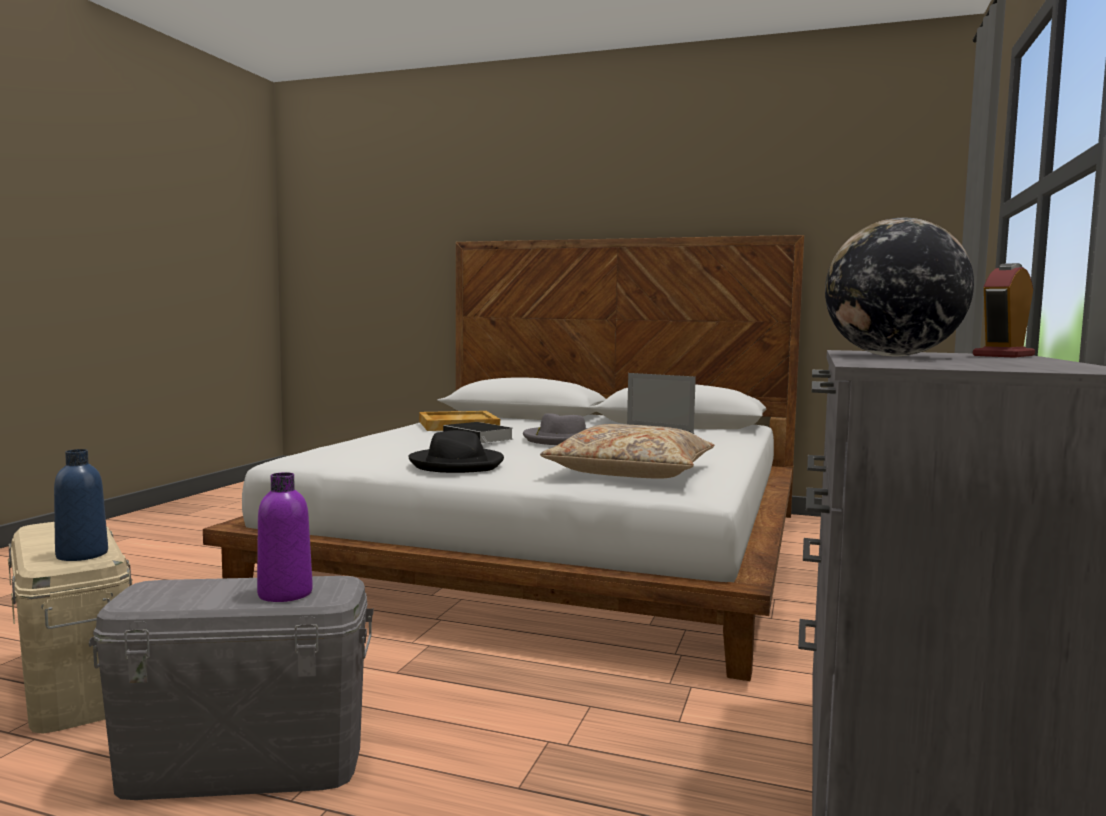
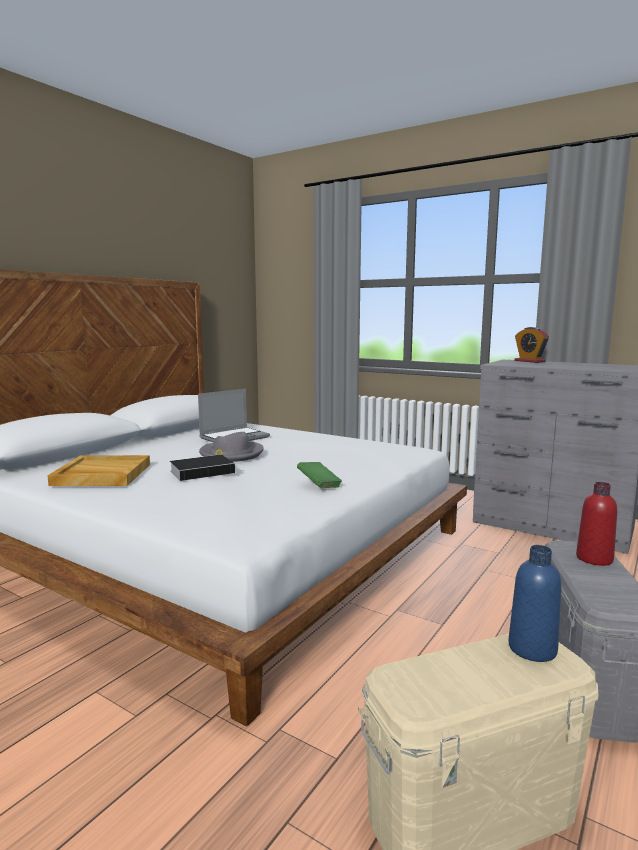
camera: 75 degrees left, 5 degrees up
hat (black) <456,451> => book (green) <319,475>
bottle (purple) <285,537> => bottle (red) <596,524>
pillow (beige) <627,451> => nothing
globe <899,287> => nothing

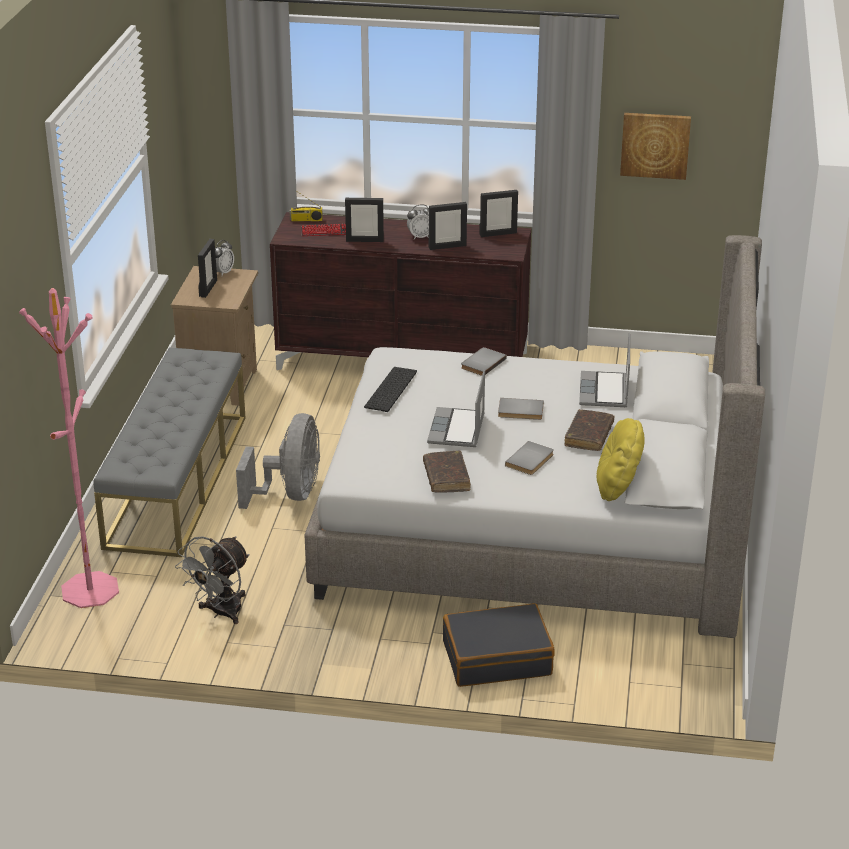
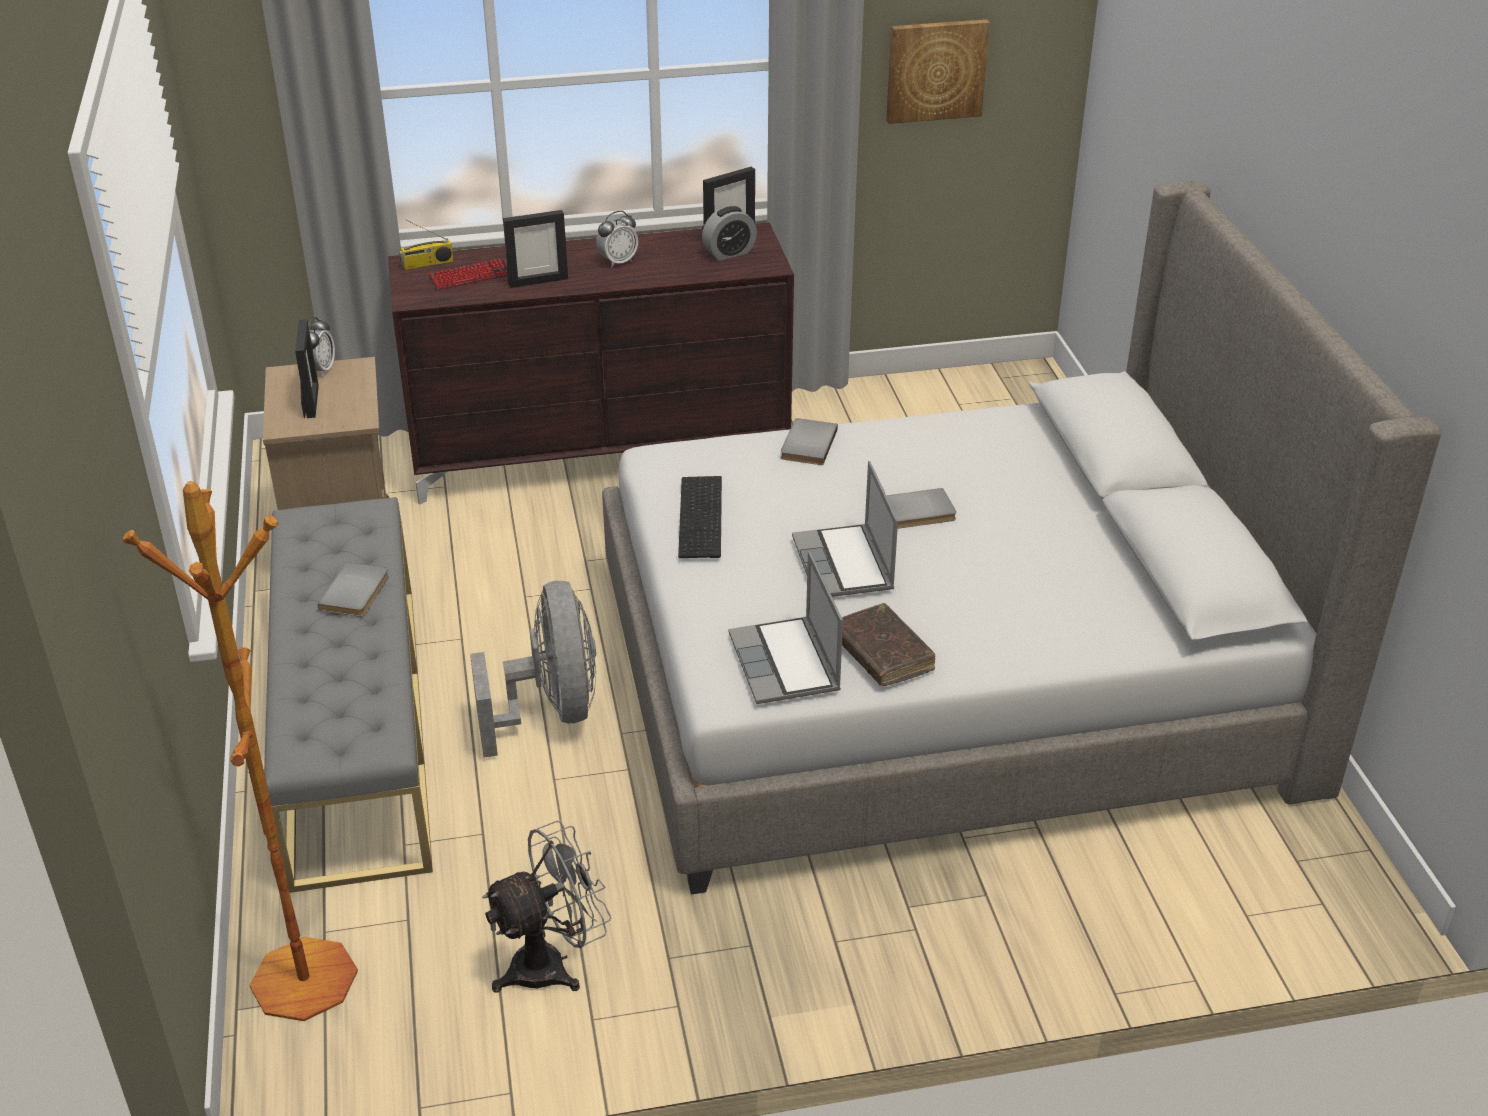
camera: 20 degrees left, 5 degrees up
clothes rack (pink) <69,448> => clothes rack (orange) <240,751>
book (grey) <529,458> => book (grey) <353,589>, moved
fan (grey) <212,580> => fan (grey) <546,906>, 135 degrees counterclockwise
nothing => alarm clock <729,233>
laptop <604,370> => laptop <785,627>, moved
picture frame <447,226> => nothing
suitcase (black) <498,645> => nothing
book (brown) <589,430> => nothing
pillow (yellow) <621,459> => nothing

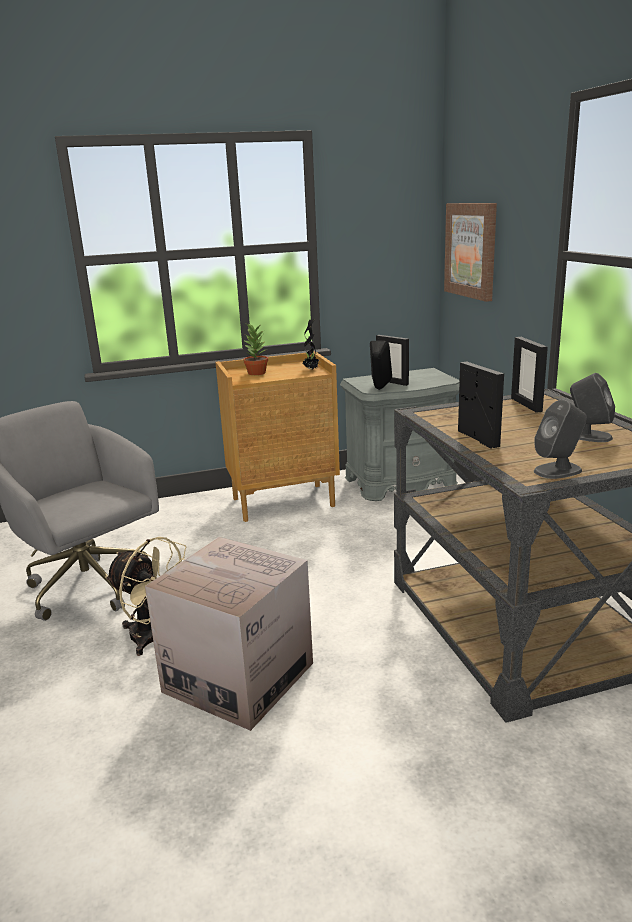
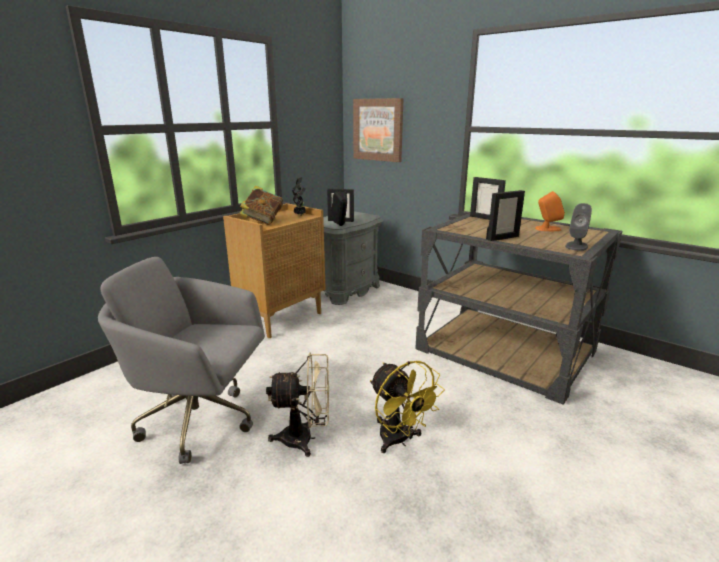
camera: 35 degrees left, 0 degrees up
potted plant <255,349> => book <261,205>
cardboard box <229,634> => fan (yellow) <407,407>
picture frame <481,405> => picture frame <505,215>, 120 degrees clockwise
speaker (grey) <592,407> => speaker (orange) <550,211>

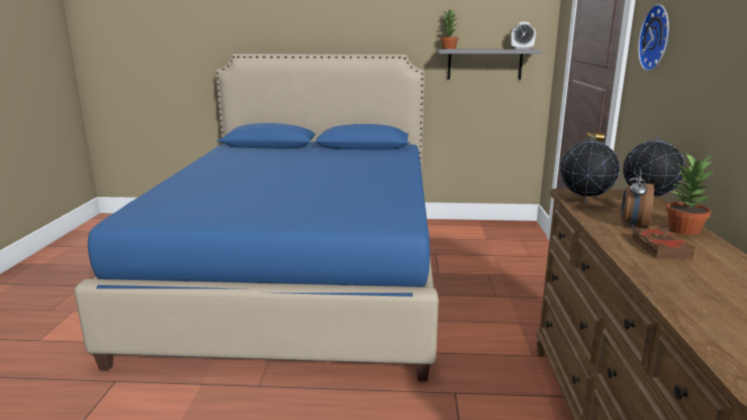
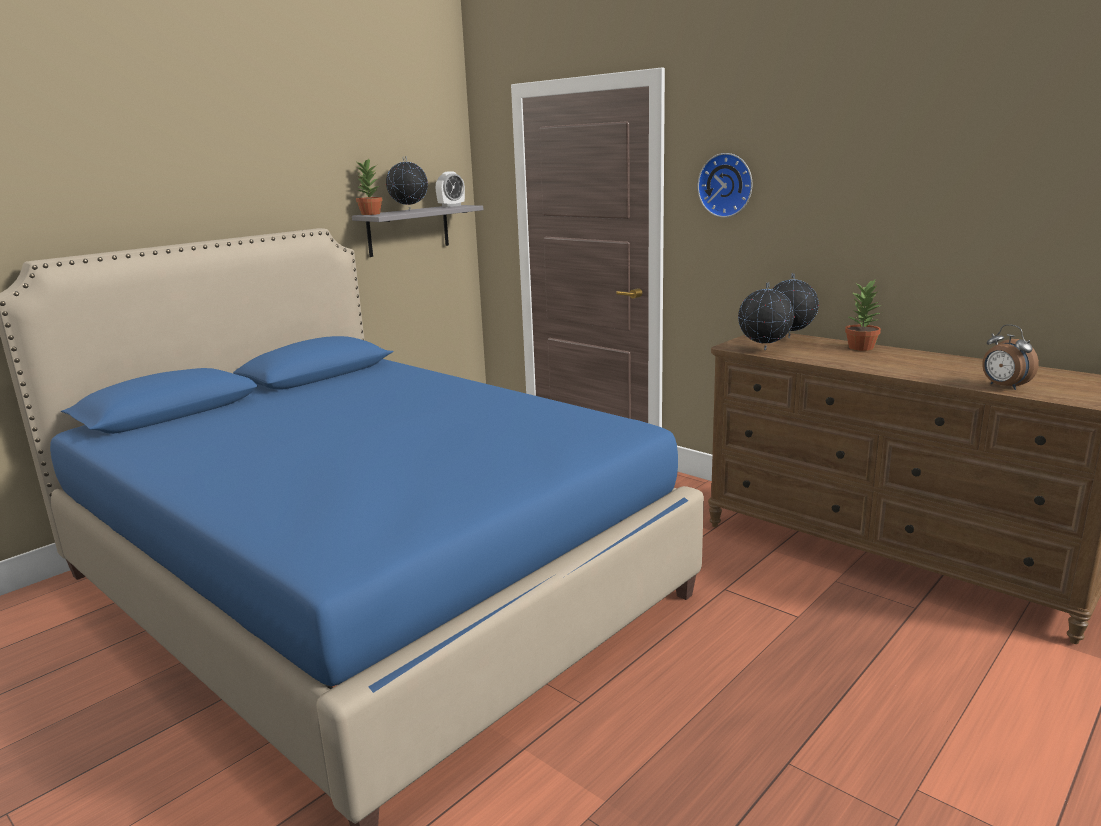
camera: 50 degrees left, 0 degrees up
nothing => globe <407,183>
alarm clock <637,198> => alarm clock <1010,357>, moved
book (brown) <663,243> => nothing

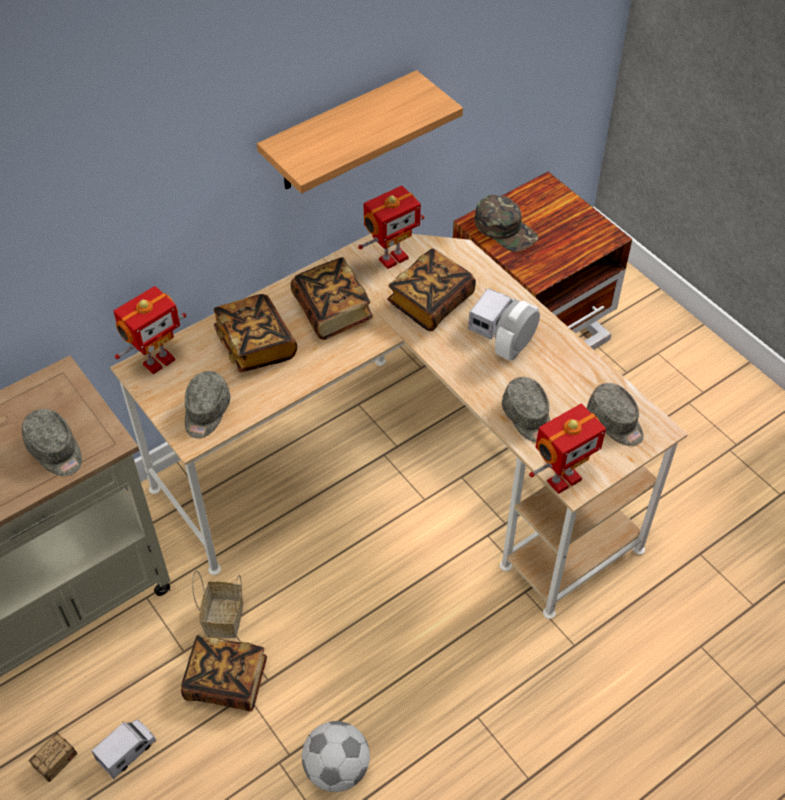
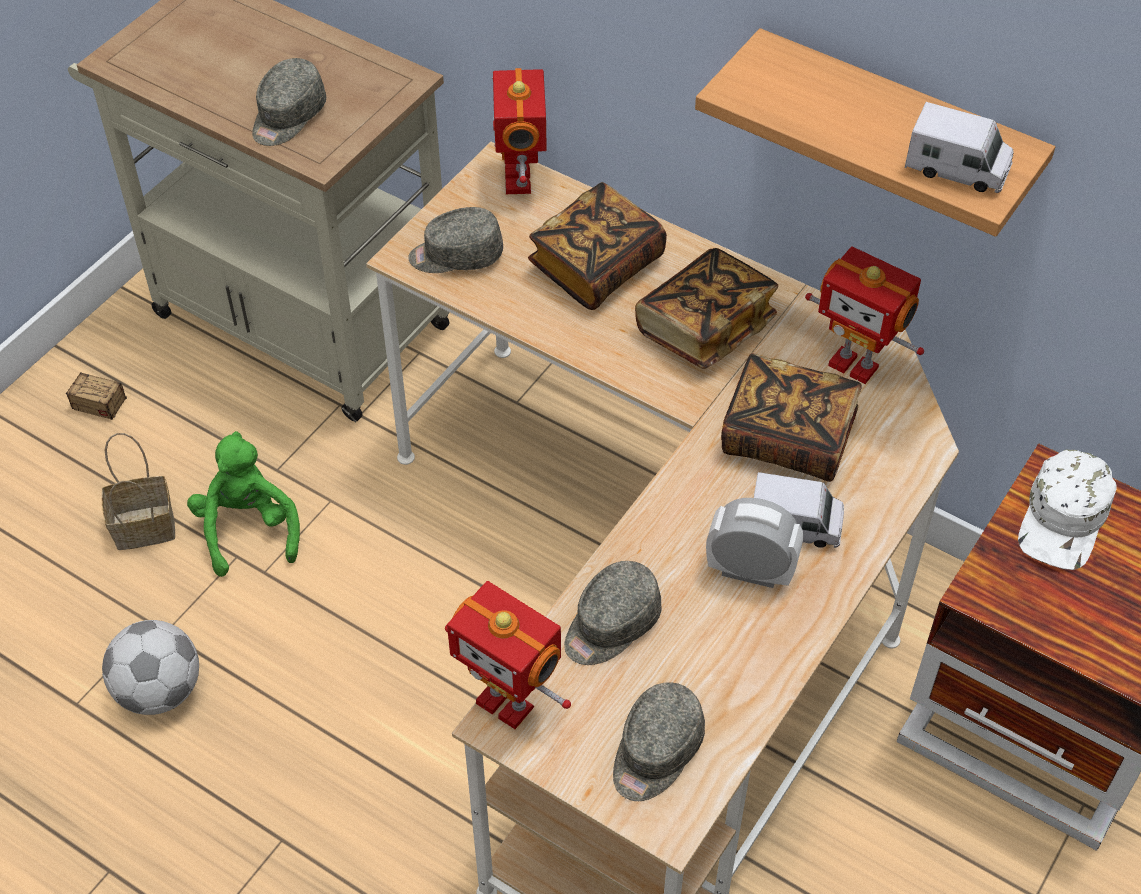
camera: 70 degrees right, 0 degrees up
basket <217,604> => basket <138,491>, moved
book <224,673> => plush toy (green) <243,504>
toy robot <149,330> => toy robot <519,131>, 60 degrees clockwise
toy truck <123,749> => toy truck <959,147>, moved
cap (green) <506,223> => cap (white) <1067,509>

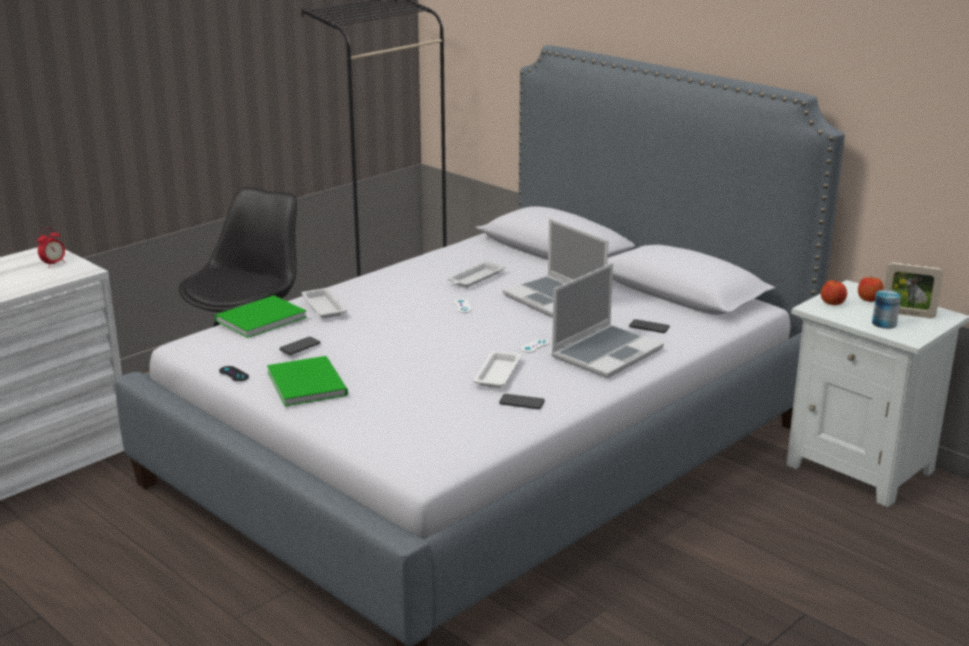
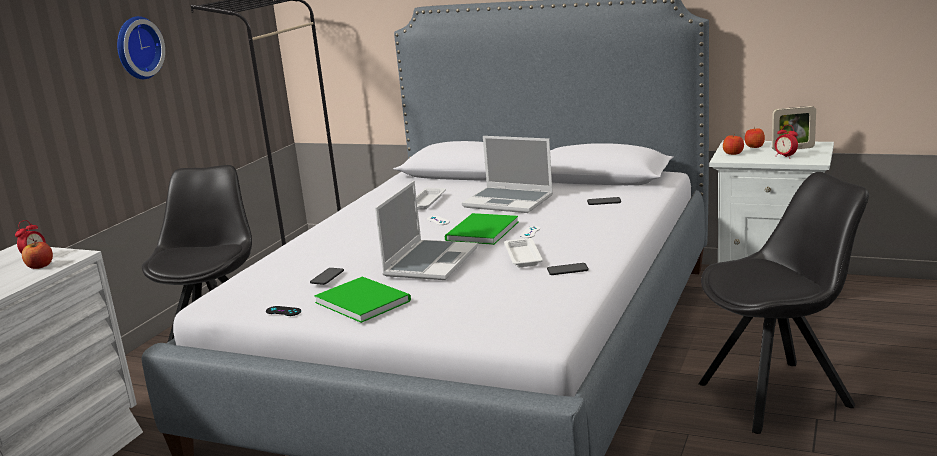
camera: 20 degrees left, 5 degrees down
nothing => apple <37,254>
nothing => wall clock <141,47>
laptop <607,320> => laptop <426,230>, moved
book (green) <261,316> => book (green) <481,229>, moved
nothing => chair (black) <783,303>
can <886,309> => alarm clock <786,142>
tray (white) <324,303> => nothing

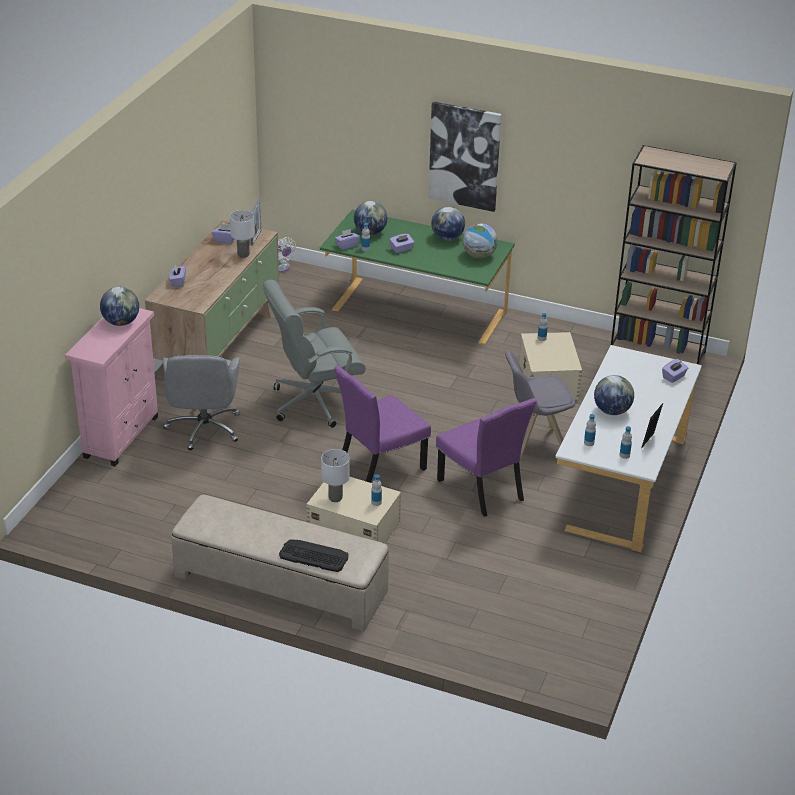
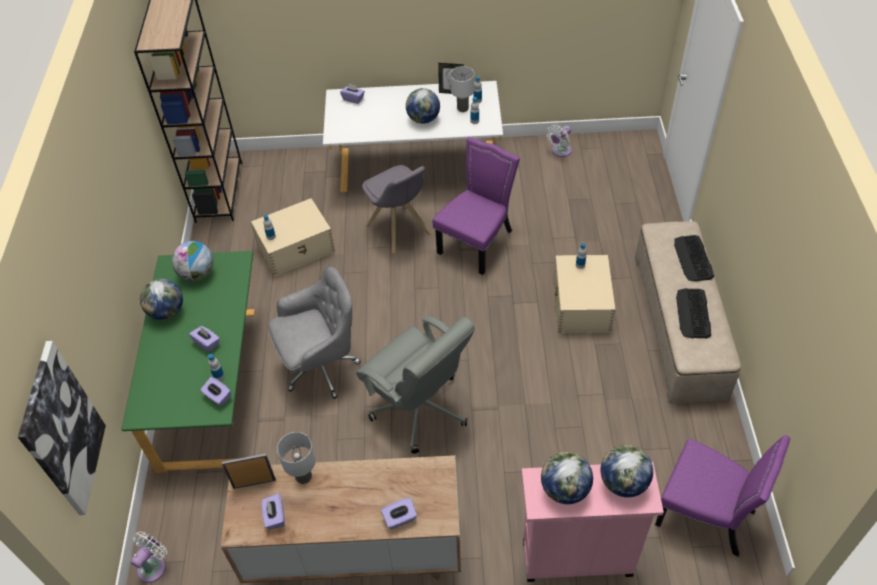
camera: 110 degrees left, 15 degrees up
picture <464,156> => picture <62,428>, moved
office chair (grey) <201,402> => office chair (grey) <314,332>, moved
table lamp (white) <335,475> => table lamp (white) <462,89>, moved
nothing => fan (white) <559,141>
globe <371,218> => globe <627,471>, moved
chair (purple) <382,424> => chair (purple) <722,495>, moved
nothing => keyboard <693,313>

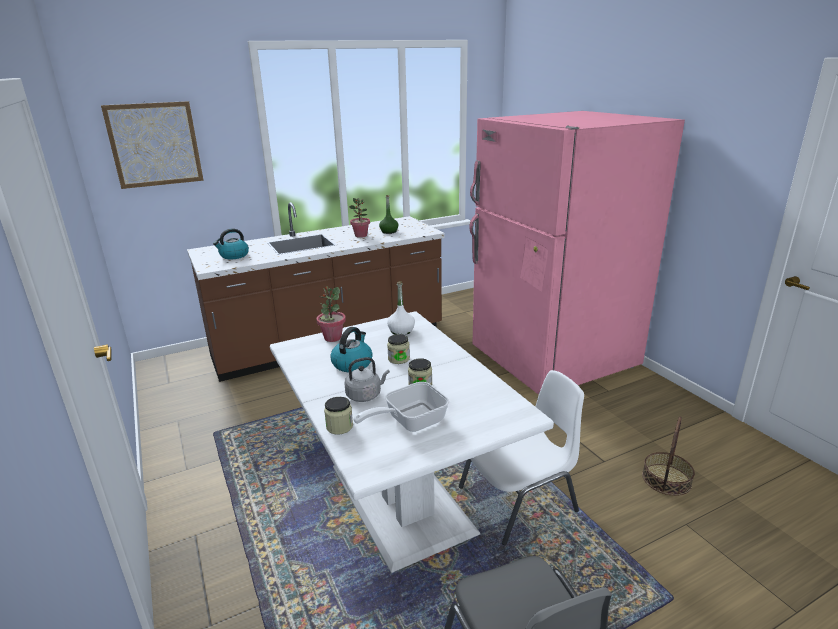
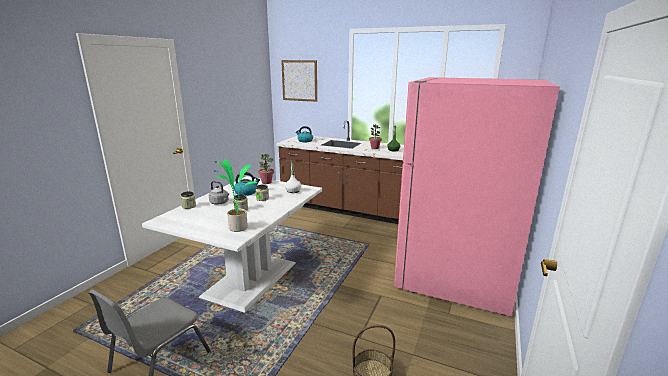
camera: 50 degrees right, 5 degrees down
nothing => potted plant <235,195>
frying pan <401,407> => nothing
chair (white) <521,457> => nothing

